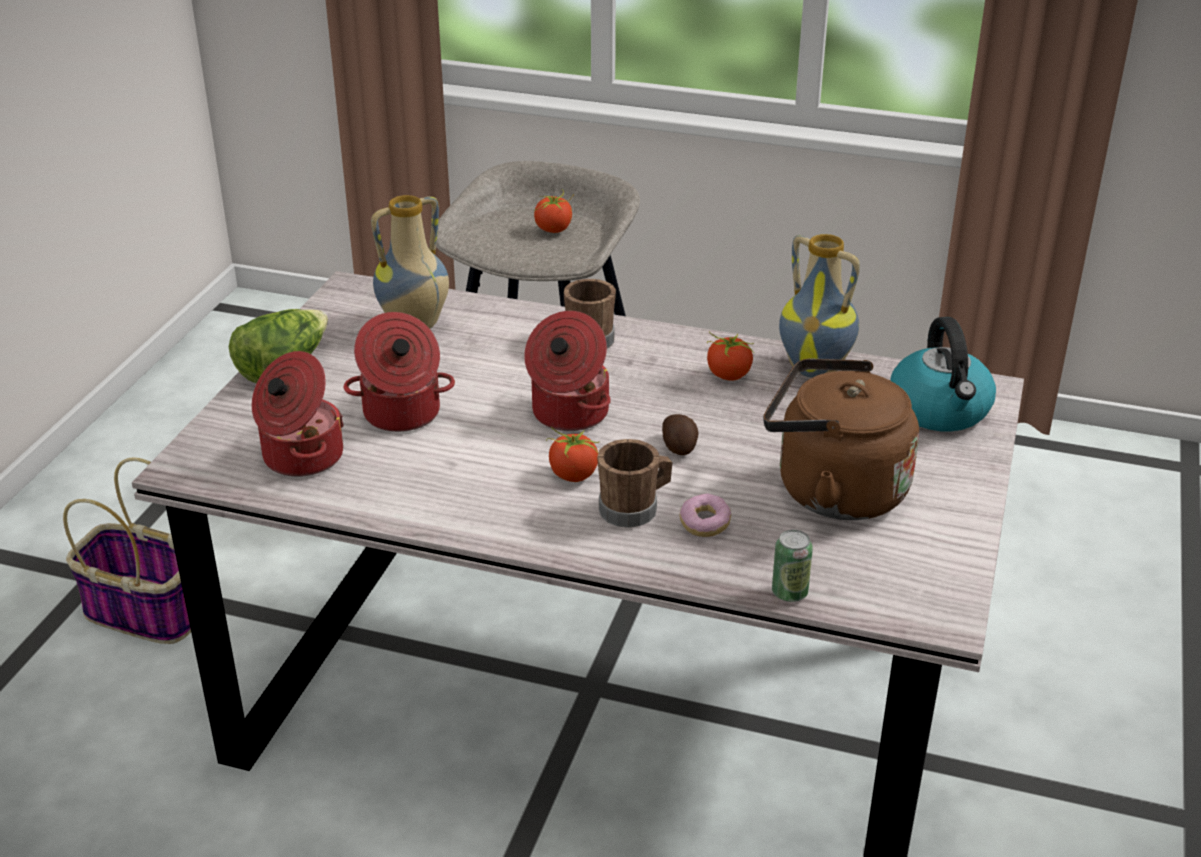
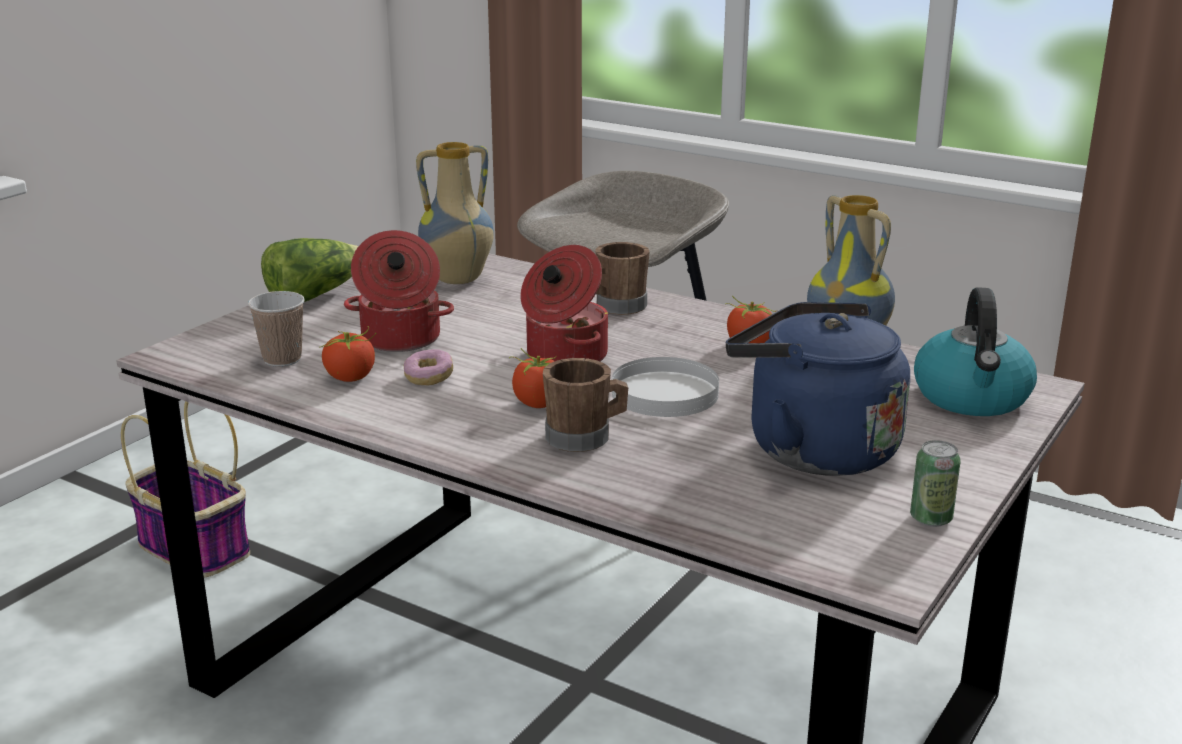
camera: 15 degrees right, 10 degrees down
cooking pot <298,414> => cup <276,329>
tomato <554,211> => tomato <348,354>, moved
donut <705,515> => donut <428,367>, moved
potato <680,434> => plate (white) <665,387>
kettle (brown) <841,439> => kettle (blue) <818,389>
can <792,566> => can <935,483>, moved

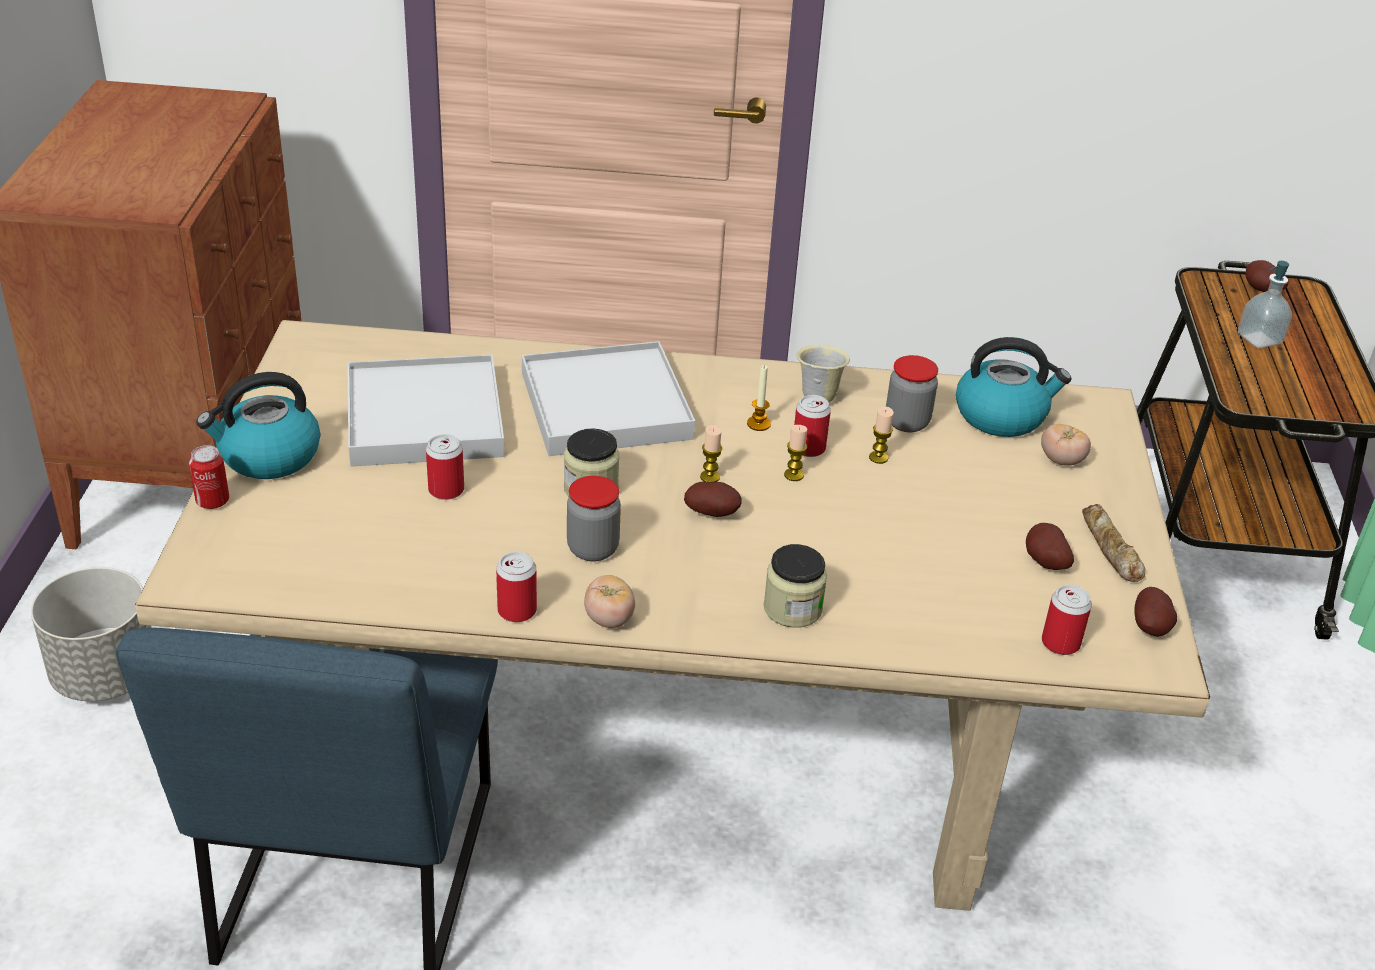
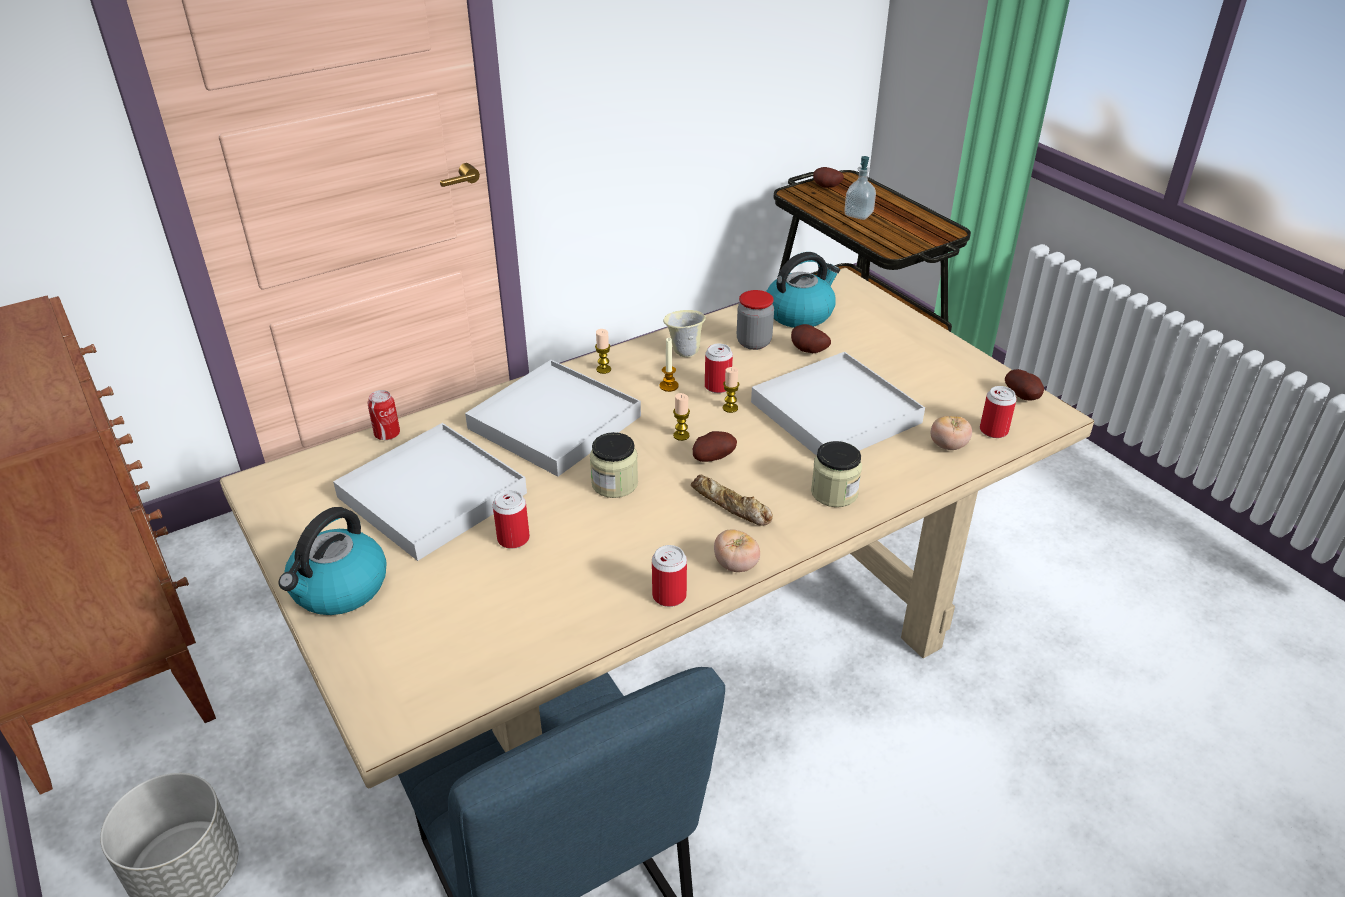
camera: 35 degrees left, 0 degrees up
can <209,477> => can <383,415>, moved
candle <881,435> => candle <603,351>, moved
bread <1114,543> => bread <732,500>, moved
nothing => tray (white) <838,404>
potato <1050,546> => potato <811,338>, moved
tomato <1066,445> => tomato <951,433>, moved
jar <594,519> => nothing

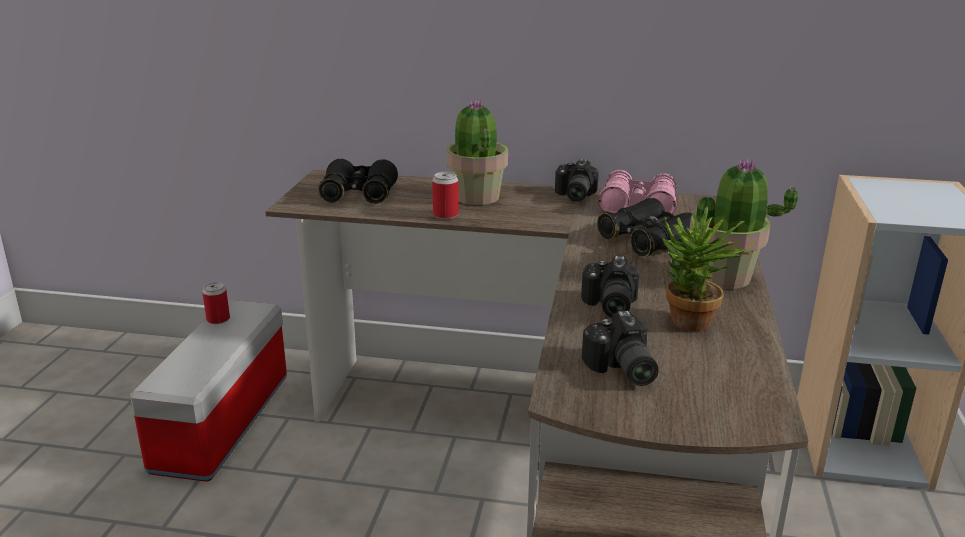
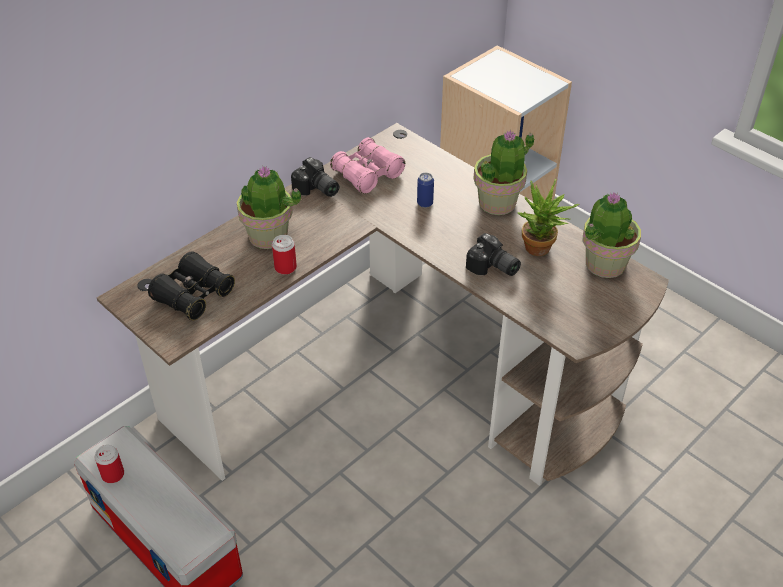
camera: 55 degrees left, 20 degrees up
binoculars (black) <644,227> => can <425,190>
nothing => potted plant <612,235>
photo camera <620,348> => nothing

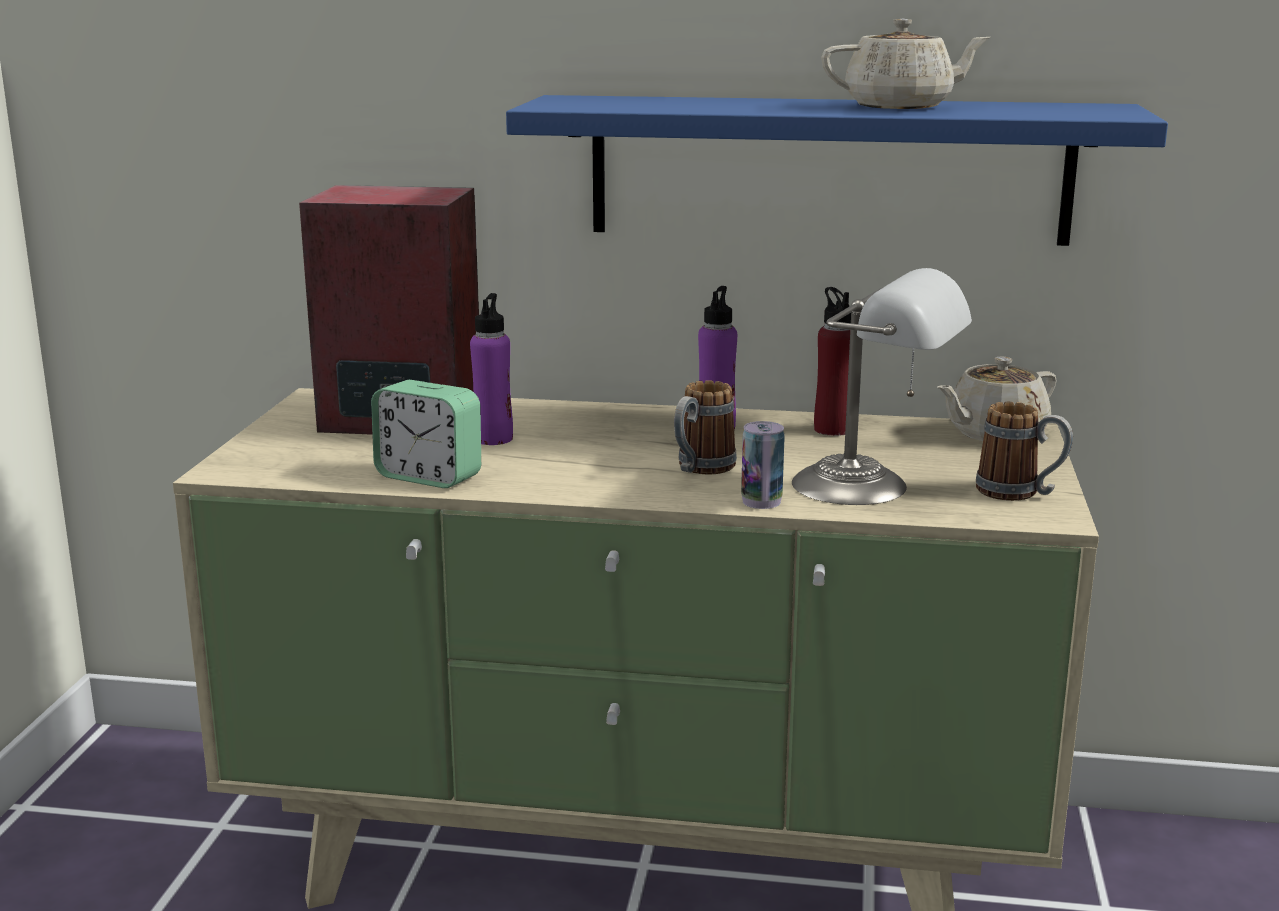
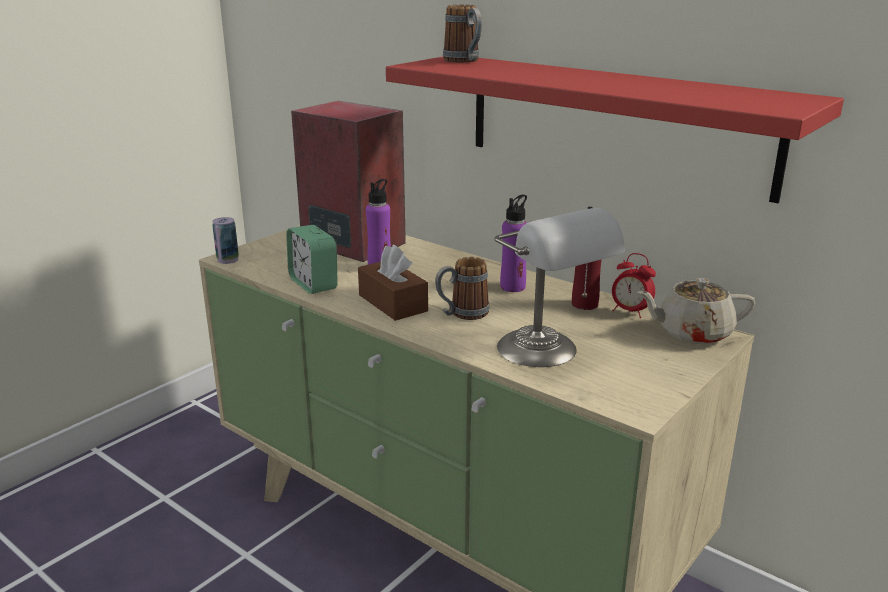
camera: 30 degrees right, 5 degrees up
can <763,465> => can <225,240>, moved
nothing => tissue box (brown) <393,282>
shelf (blue) <837,170> => shelf (red) <615,130>
mug <1024,451> => mug <462,34>, moved
nothing => alarm clock <634,285>
teapot (beige) <906,64> => nothing

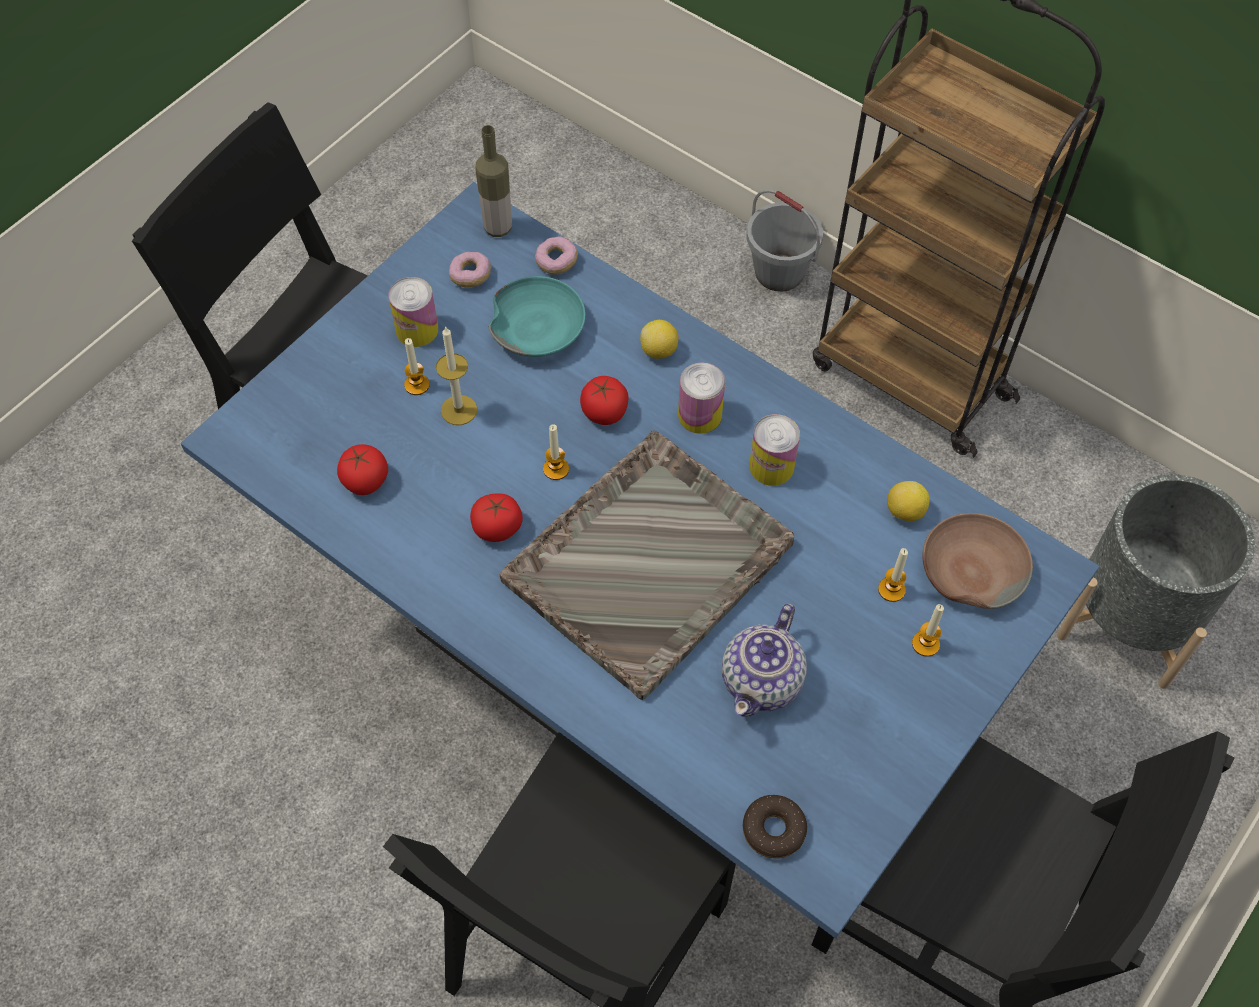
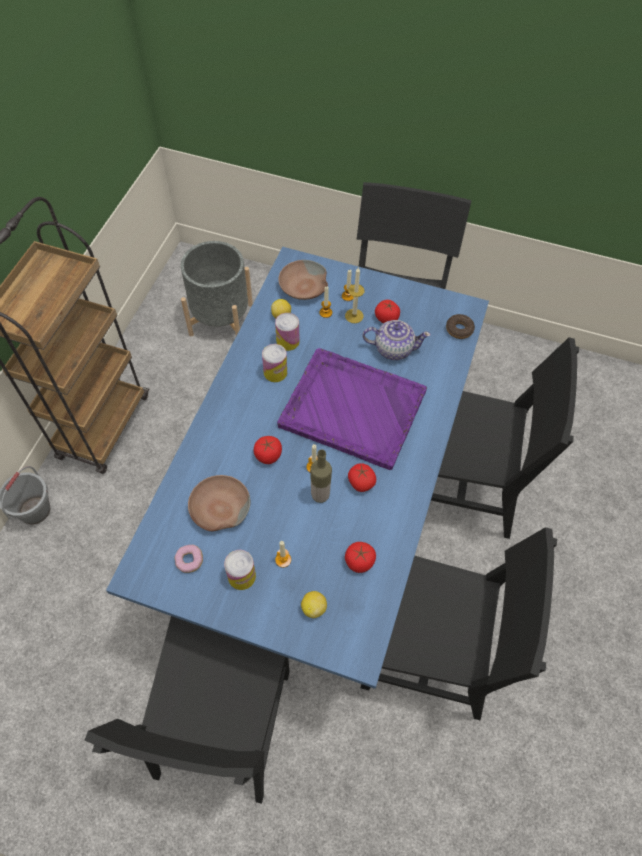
camera: 110 degrees left, 0 degrees up
bowl (turquoise) <537,316> => bowl (brown) <219,503>
can <701,398> => can <287,332>, moved
tray (grey) <647,565> => tray (purple) <352,409>
lemon <659,339> => lemon <314,604>, moved
bottle <493,181> => bottle <321,476>, moved
candle <456,375> => candle <355,295>, moved
nothing => chair (black) <459,623>
nothing => tomato <387,311>
donut <556,255> => nothing

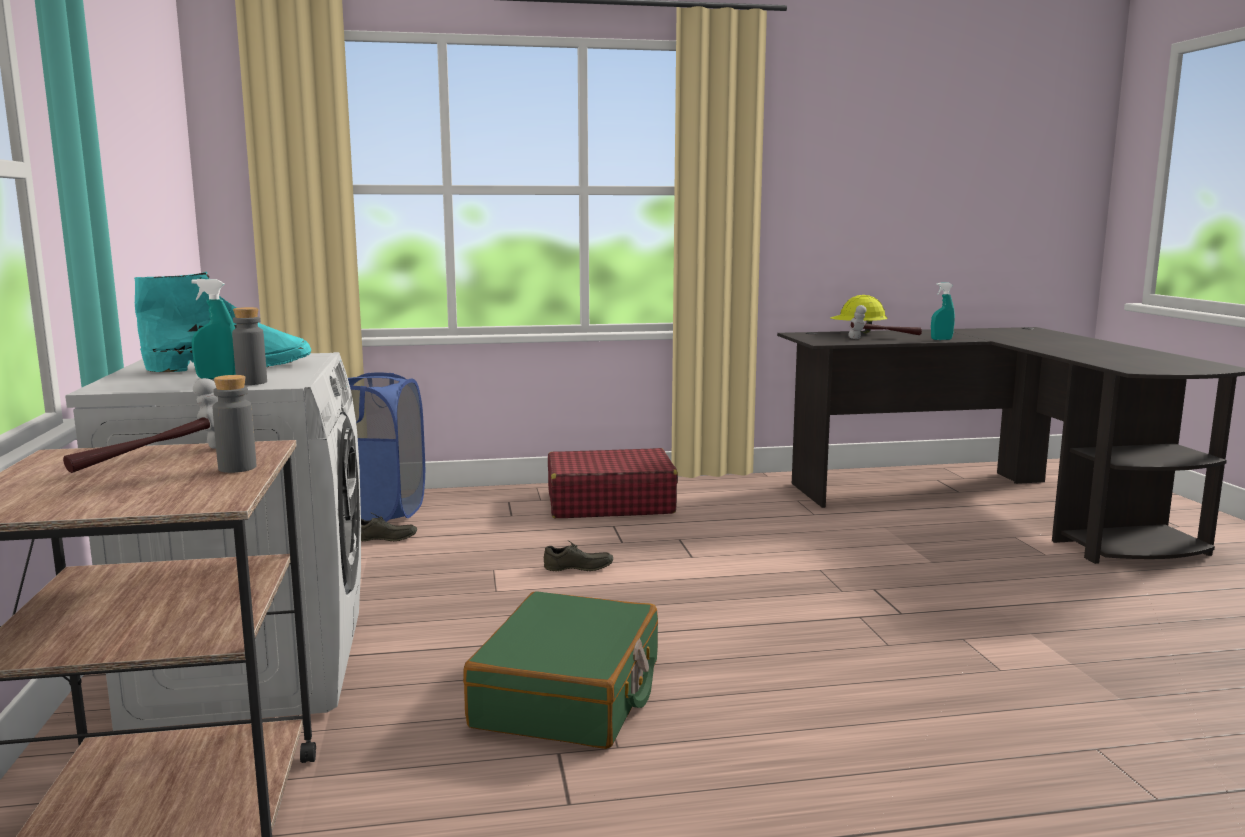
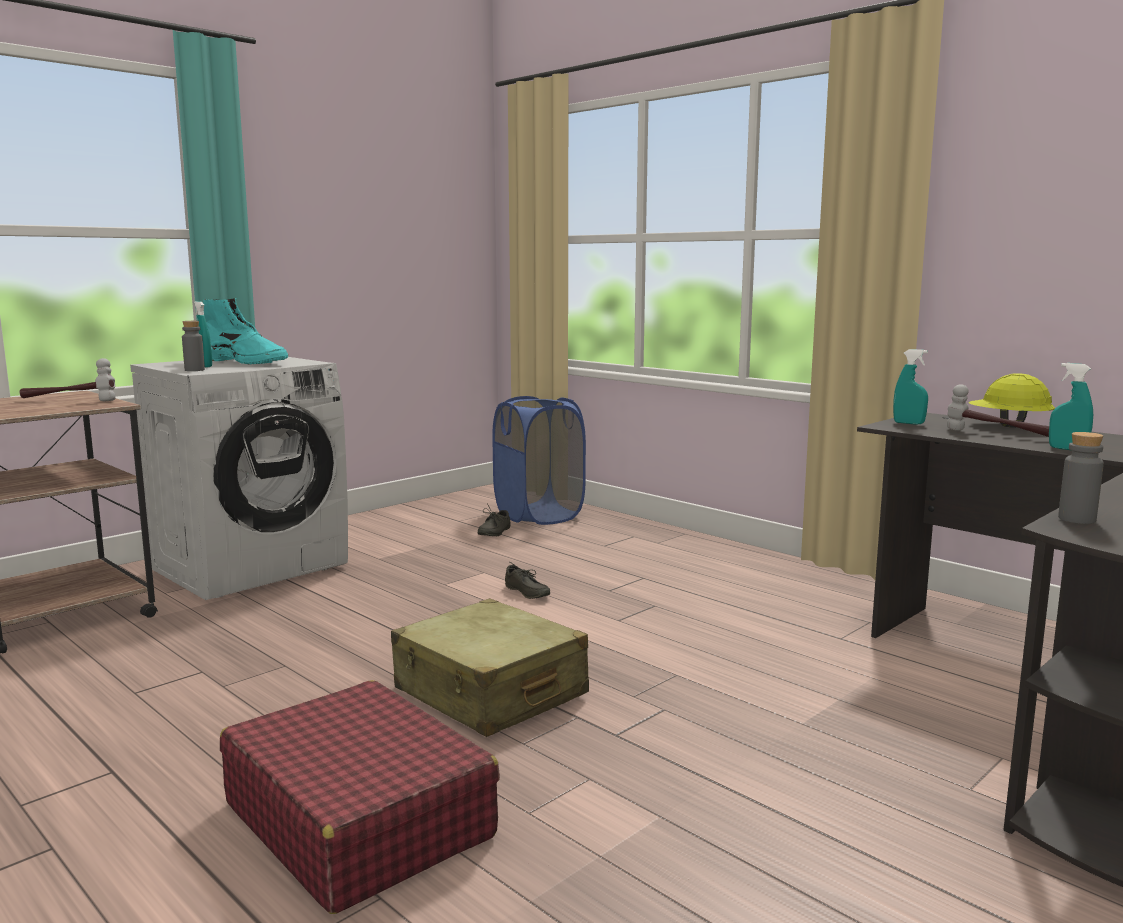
camera: 55 degrees right, 0 degrees up
suitcase (red) <613,483> => suitcase (red) <360,797>, moved
nothing => suitcase (beige) <490,667>
shoe (grey) <389,527> => shoe (grey) <494,520>, 60 degrees clockwise
nothing => spray bottle (turquoise) <910,387>
bottle (grey) <234,424> => bottle (grey) <1081,478>, moved
suitcase (green) <560,670> => nothing

